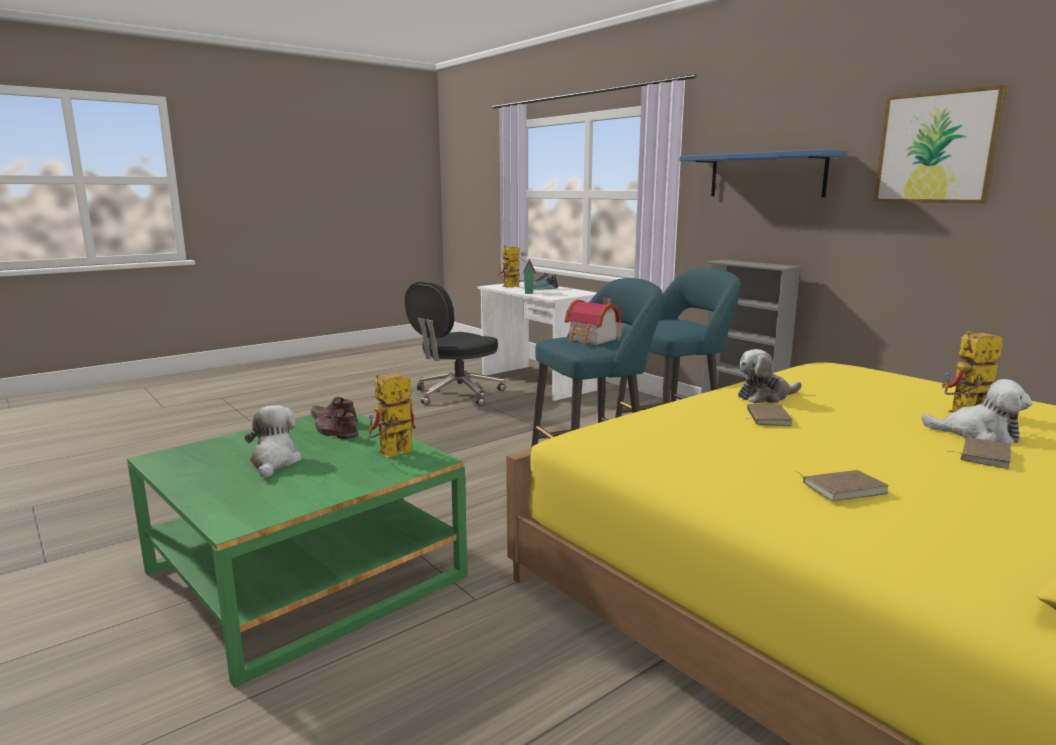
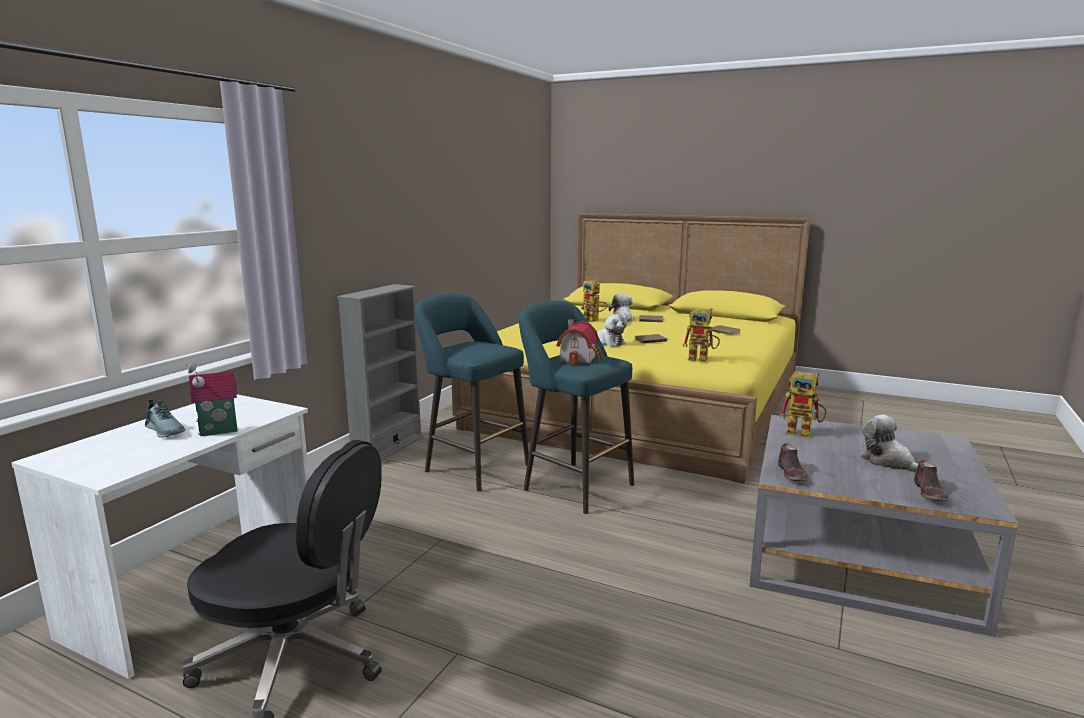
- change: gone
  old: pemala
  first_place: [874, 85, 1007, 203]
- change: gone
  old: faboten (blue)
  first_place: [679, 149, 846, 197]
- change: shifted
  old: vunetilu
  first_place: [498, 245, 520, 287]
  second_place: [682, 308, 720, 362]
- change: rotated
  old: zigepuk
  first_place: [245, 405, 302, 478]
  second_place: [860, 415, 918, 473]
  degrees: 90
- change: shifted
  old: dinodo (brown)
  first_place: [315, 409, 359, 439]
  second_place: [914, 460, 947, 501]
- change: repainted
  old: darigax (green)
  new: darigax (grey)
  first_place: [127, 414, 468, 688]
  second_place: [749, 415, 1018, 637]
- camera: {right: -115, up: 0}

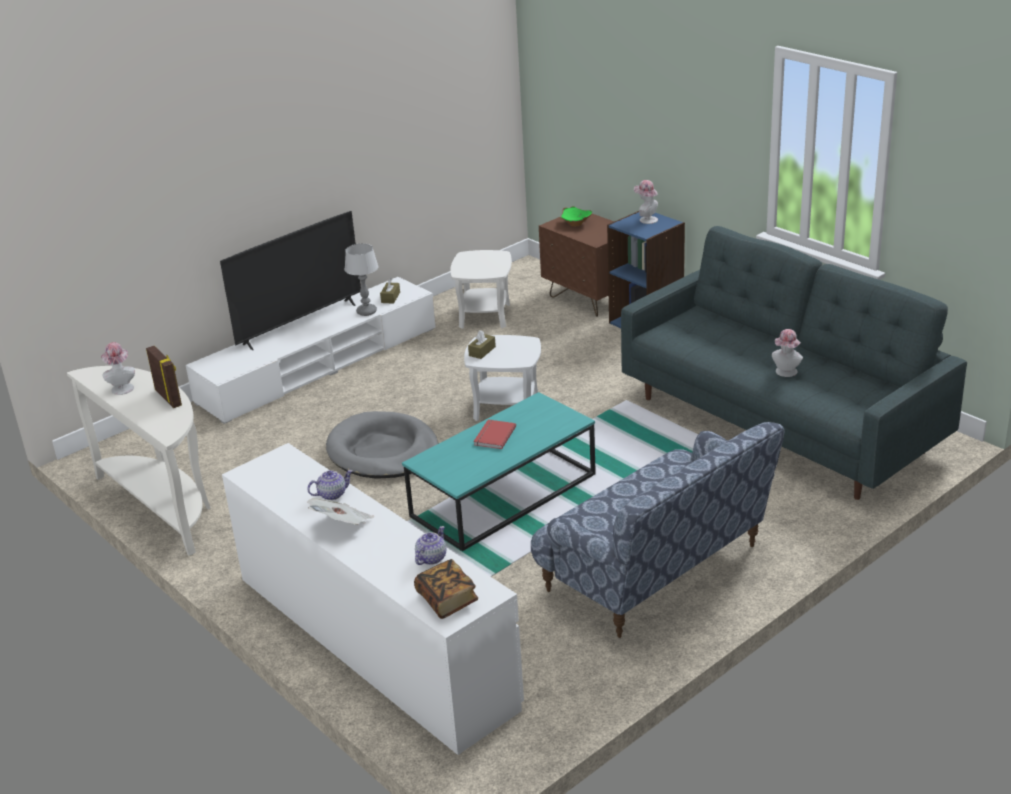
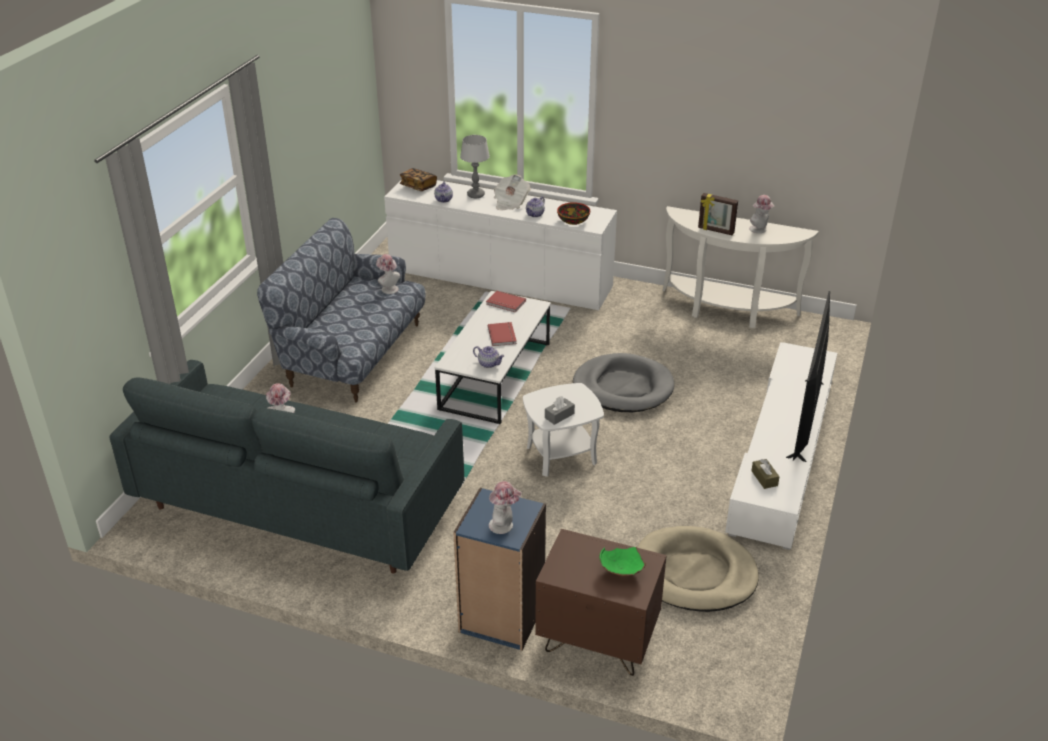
- change: shifted
  old: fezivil
  first_place: [345, 243, 378, 316]
  second_place: [460, 135, 490, 198]
- change: swapped
  old: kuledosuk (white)
  new: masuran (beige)
  first_place: [450, 250, 512, 329]
  second_place: [637, 526, 759, 612]
- change: gone
  old: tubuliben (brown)
  first_place: [468, 330, 496, 359]
- change: repainted
  old: darigax (turquoise)
  new: darigax (white)
  first_place: [402, 392, 596, 551]
  second_place: [435, 291, 551, 424]
- change: new
  new: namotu
  second_place: [557, 202, 590, 225]
- change: new
  new: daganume
  second_place: [376, 254, 400, 294]
- change: new
  new: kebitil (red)
  second_place: [486, 291, 526, 312]
- change: new
  new: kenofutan
  second_place: [473, 346, 504, 368]
- change: new
  new: tubuliben (grey)
  second_place: [545, 396, 575, 425]
- camera: {right: 150, up: 5}

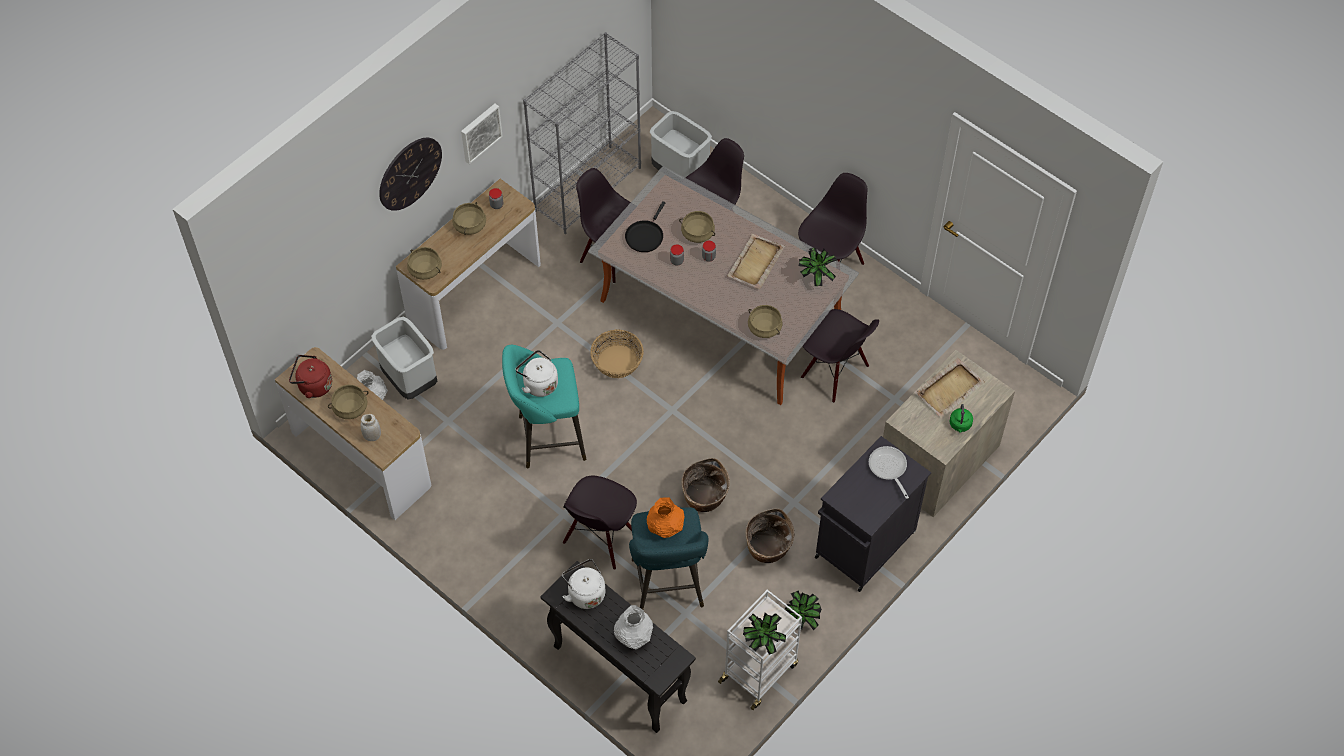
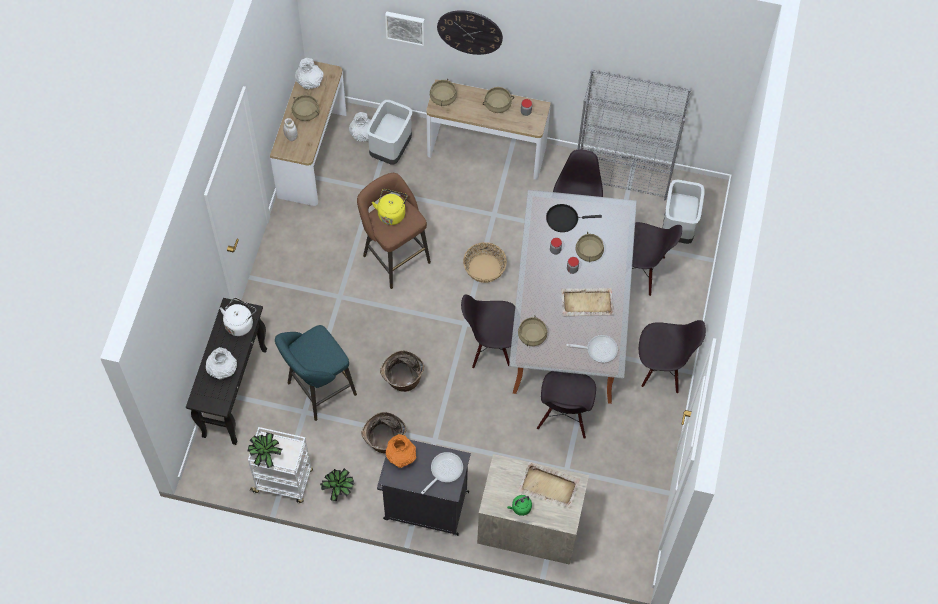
- change: shifted
  old: pemala
  first_place: [461, 104, 503, 164]
  second_place: [385, 11, 425, 46]
- change: swapped
  old: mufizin
  new: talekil
  first_place: [799, 248, 837, 286]
  second_place: [566, 335, 618, 363]
- change: repainted
  old: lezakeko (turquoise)
  new: lezakeko (brown)
  first_place: [502, 345, 586, 468]
  second_place: [357, 173, 431, 289]
- change: repainted
  old: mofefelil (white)
  new: mofefelil (yellow)
  first_place: [515, 350, 558, 397]
  second_place: [372, 189, 408, 225]
- change: swapped
  old: mofefelil (red)
  new: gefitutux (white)
  first_place: [289, 355, 332, 398]
  second_place: [295, 58, 324, 89]
- change: shifted
  old: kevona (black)
  first_place: [563, 476, 637, 570]
  second_place: [461, 294, 515, 368]
- change: shifted
  old: gefitutux (orange)
  first_place: [647, 497, 685, 538]
  second_place: [386, 434, 416, 468]
- camera: {right: 60, up: 5}

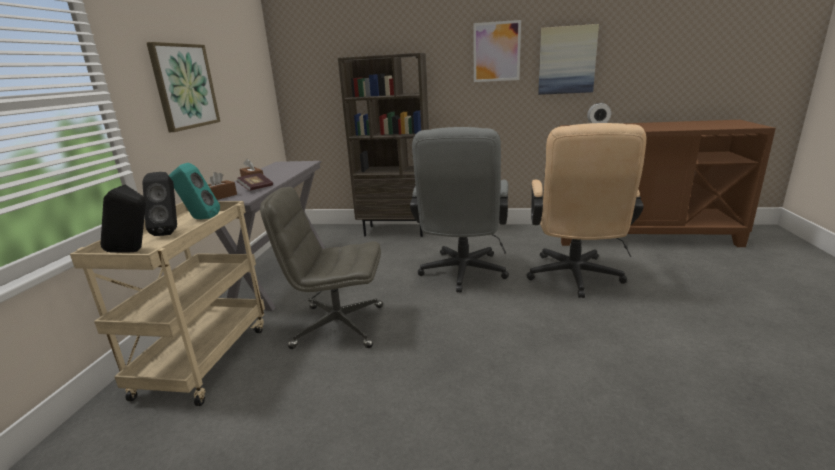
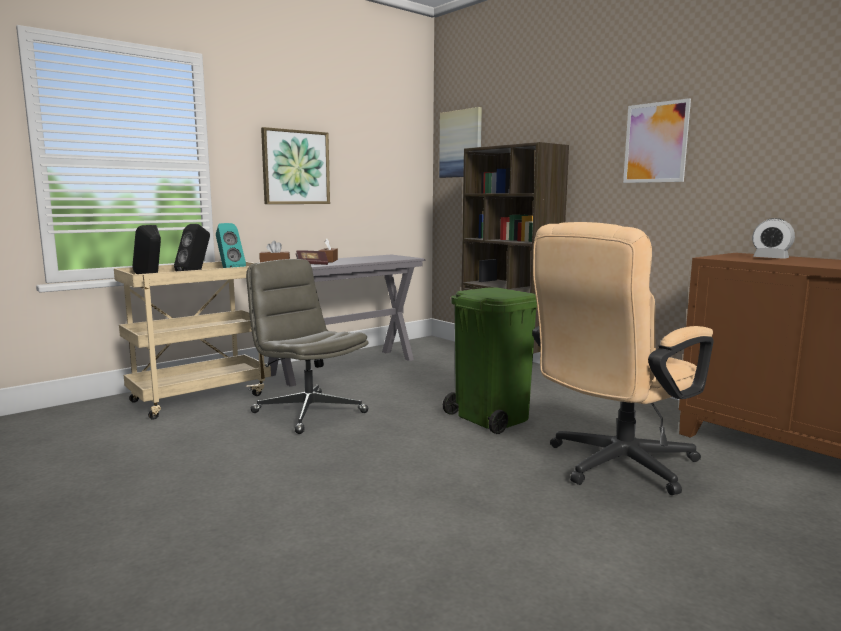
- change: shifted
  old: pemala
  first_place: [538, 24, 599, 95]
  second_place: [439, 107, 482, 178]
- change: swapped
  old: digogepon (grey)
  new: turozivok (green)
  first_place: [410, 127, 509, 293]
  second_place: [443, 287, 537, 434]
- camera: {right: 40, up: -10}

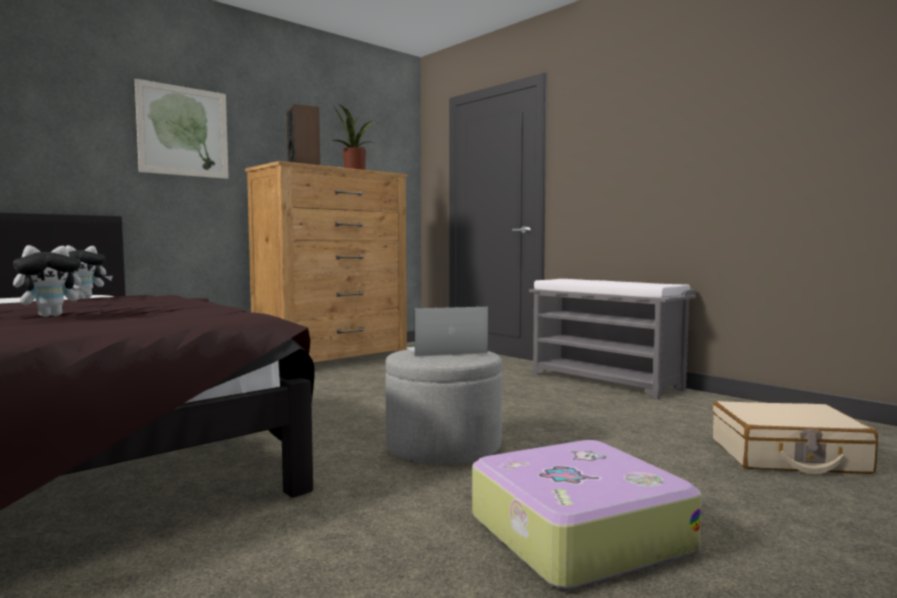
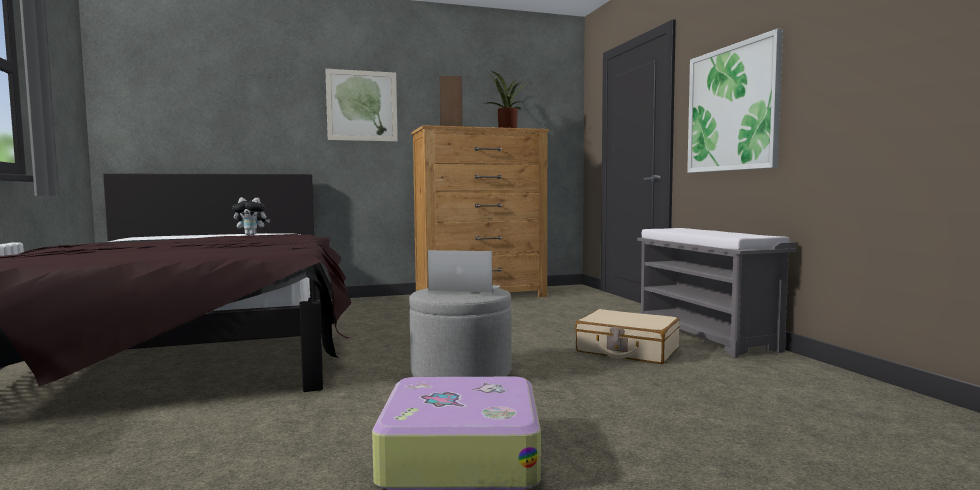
- change: gone
  old: zigepuk
  first_place: [13, 245, 90, 317]
- change: shifted
  old: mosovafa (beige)
  first_place: [713, 401, 878, 474]
  second_place: [575, 309, 680, 364]
- change: new
  new: pemala
  second_place: [687, 29, 783, 173]
- camera: {right: 25, up: 0}

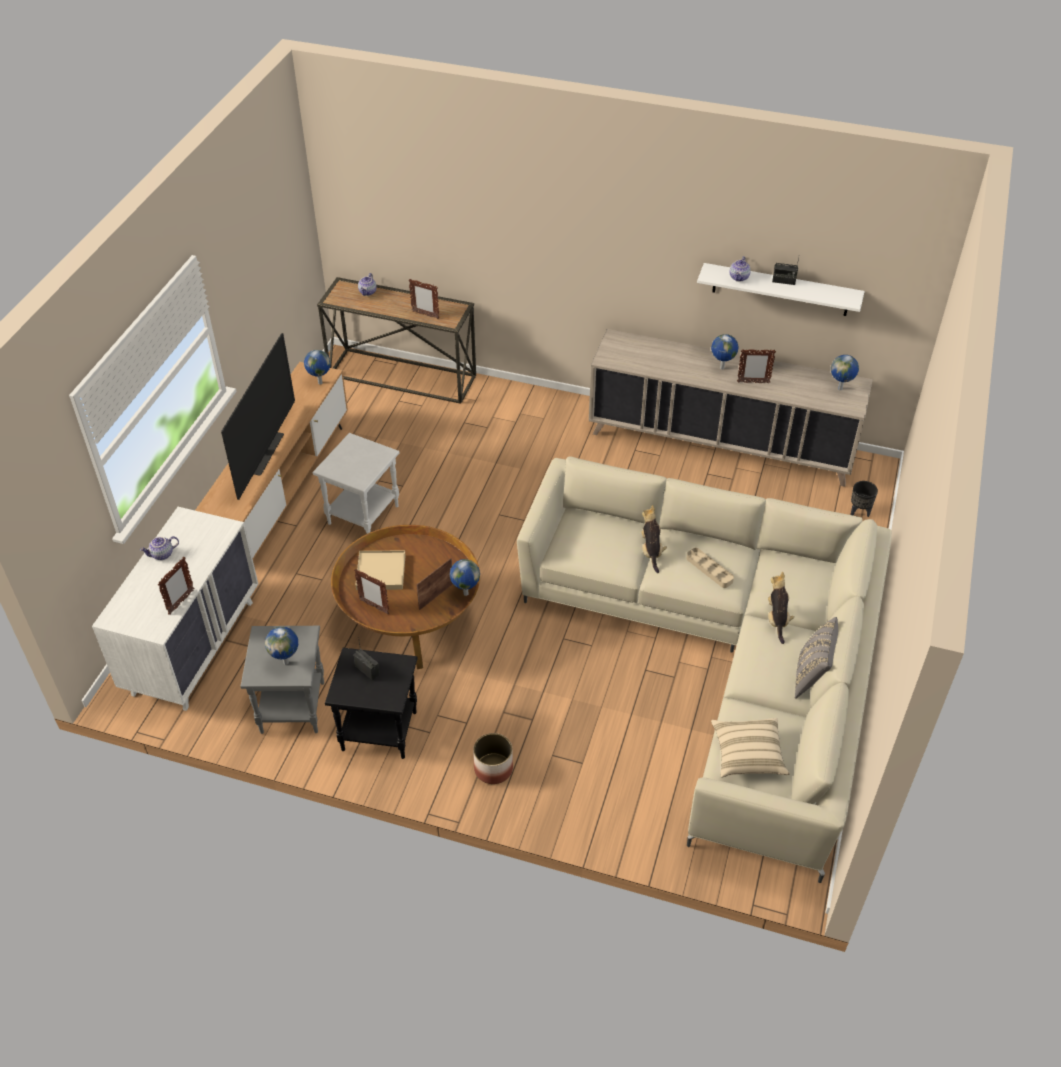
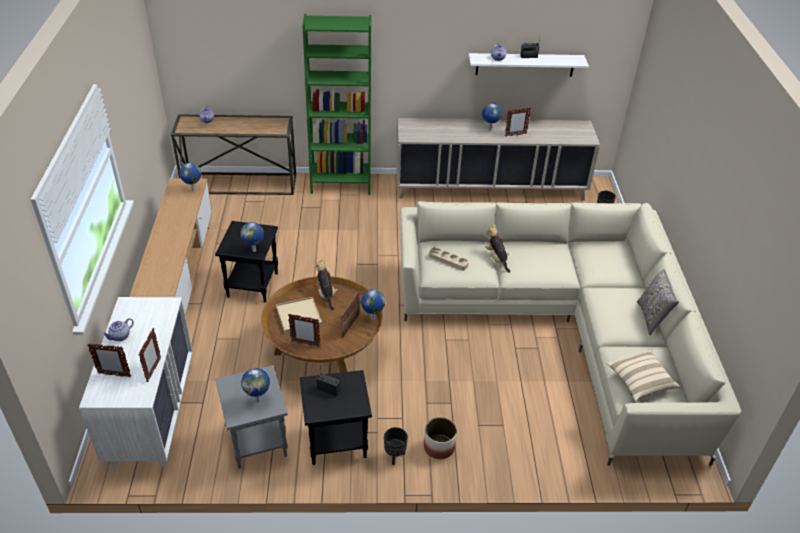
- change: shifted
  old: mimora
  first_place: [408, 279, 439, 319]
  second_place: [87, 343, 131, 377]
- change: gone
  old: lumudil
  first_place: [221, 333, 295, 500]
- change: shifted
  old: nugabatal
  first_place: [831, 355, 859, 390]
  second_place: [240, 222, 264, 252]
- change: repainted
  old: kuledosuk (white)
  new: kuledosuk (black)
  first_place: [313, 433, 400, 534]
  second_place: [215, 221, 278, 302]
- change: shifted
  old: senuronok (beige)
  first_place: [687, 548, 734, 588]
  second_place: [429, 247, 469, 271]
- change: shifted
  old: zigepuk
  first_place: [768, 572, 794, 644]
  second_place: [315, 257, 338, 310]
- change: new
  new: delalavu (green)
  second_place: [302, 14, 372, 195]
- change: new
  new: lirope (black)
  second_place: [384, 427, 408, 465]
- camera: {right: -20, up: -5}

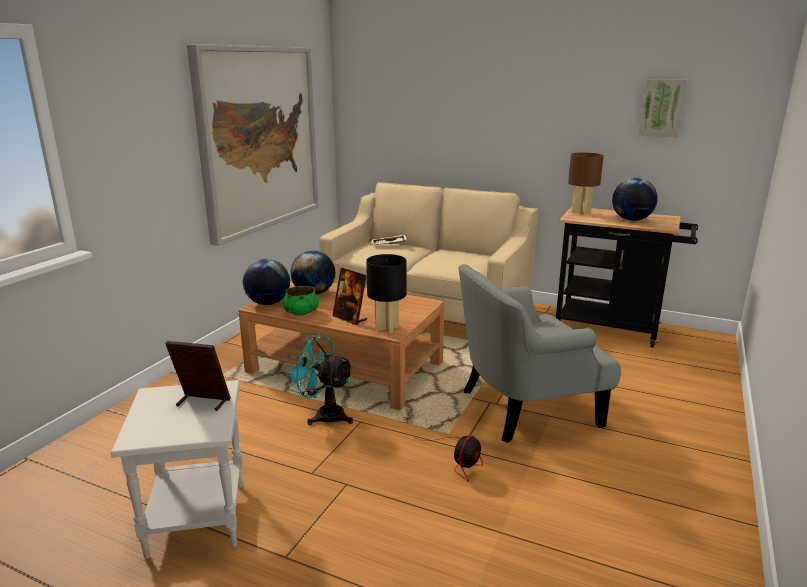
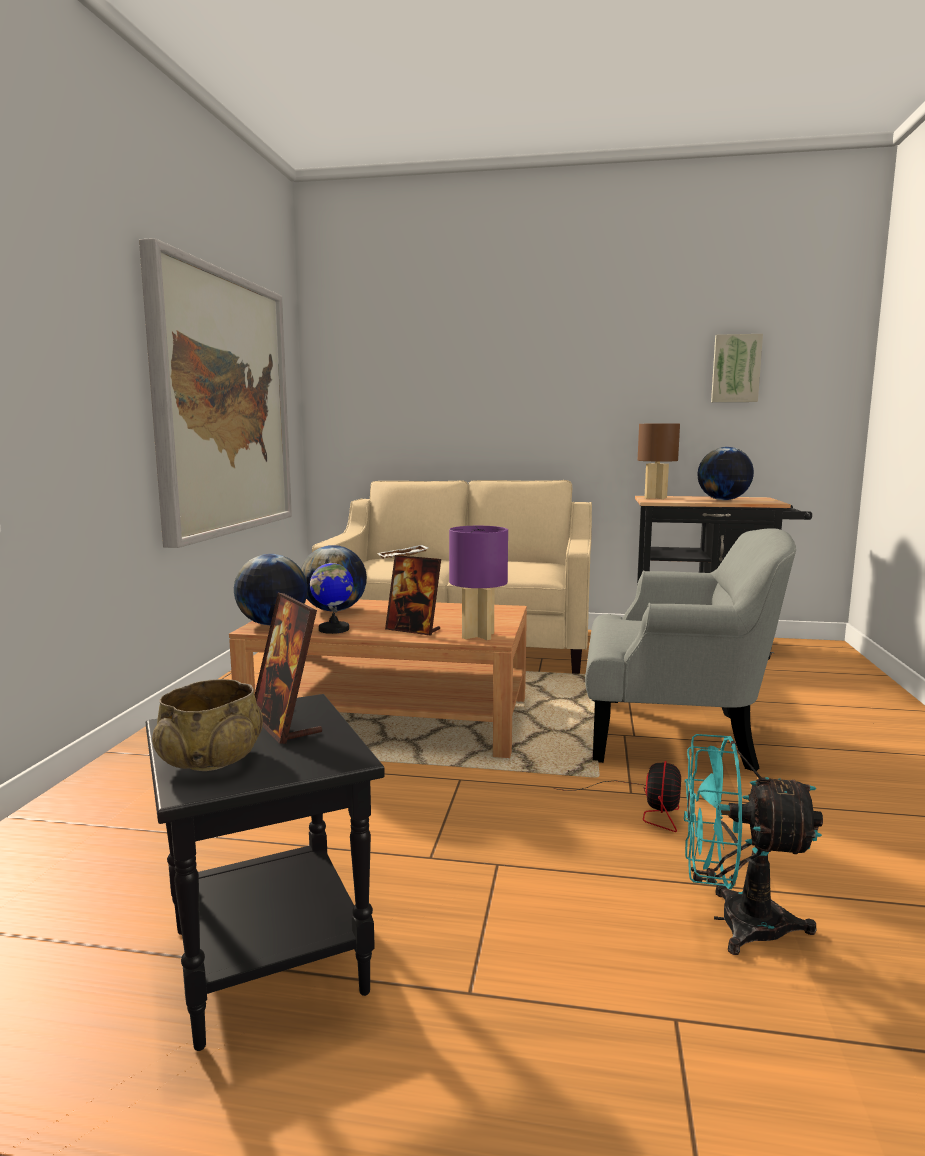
- change: repainted
  old: fezivil (black)
  new: fezivil (purple)
  first_place: [366, 254, 407, 334]
  second_place: [449, 526, 508, 640]
- change: rotated
  old: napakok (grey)
  first_place: [458, 264, 621, 443]
  second_place: [585, 528, 796, 771]
  degrees: -135
- change: swapped
  old: namotu (green)
  new: nugabatal
  first_place: [282, 286, 319, 316]
  second_place: [310, 556, 353, 634]
- change: shifted
  old: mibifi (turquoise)
  first_place: [285, 332, 353, 425]
  second_place: [684, 734, 823, 955]
- change: rotated
  old: mimora
  first_place: [165, 341, 231, 411]
  second_place: [255, 593, 322, 744]
  degrees: -120
- change: repainted
  old: kuledosuk (white)
  new: kuledosuk (black)
  first_place: [111, 380, 243, 559]
  second_place: [146, 694, 385, 1051]
- change: new
  new: namotu (beige)
  second_place: [152, 679, 263, 771]
- camera: {right: -15, up: -10}

